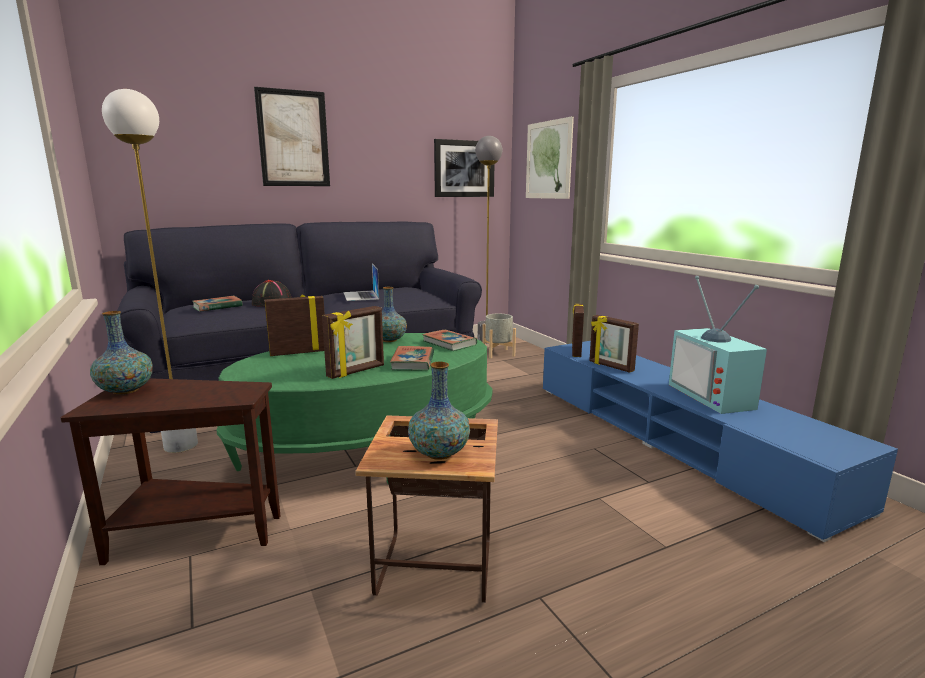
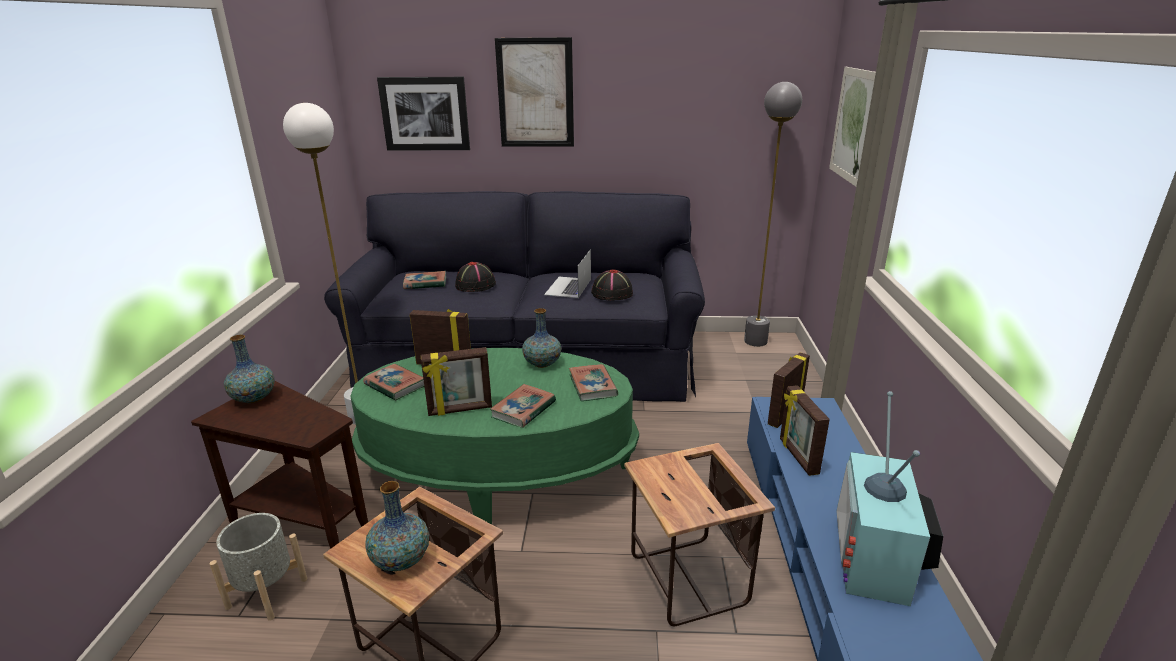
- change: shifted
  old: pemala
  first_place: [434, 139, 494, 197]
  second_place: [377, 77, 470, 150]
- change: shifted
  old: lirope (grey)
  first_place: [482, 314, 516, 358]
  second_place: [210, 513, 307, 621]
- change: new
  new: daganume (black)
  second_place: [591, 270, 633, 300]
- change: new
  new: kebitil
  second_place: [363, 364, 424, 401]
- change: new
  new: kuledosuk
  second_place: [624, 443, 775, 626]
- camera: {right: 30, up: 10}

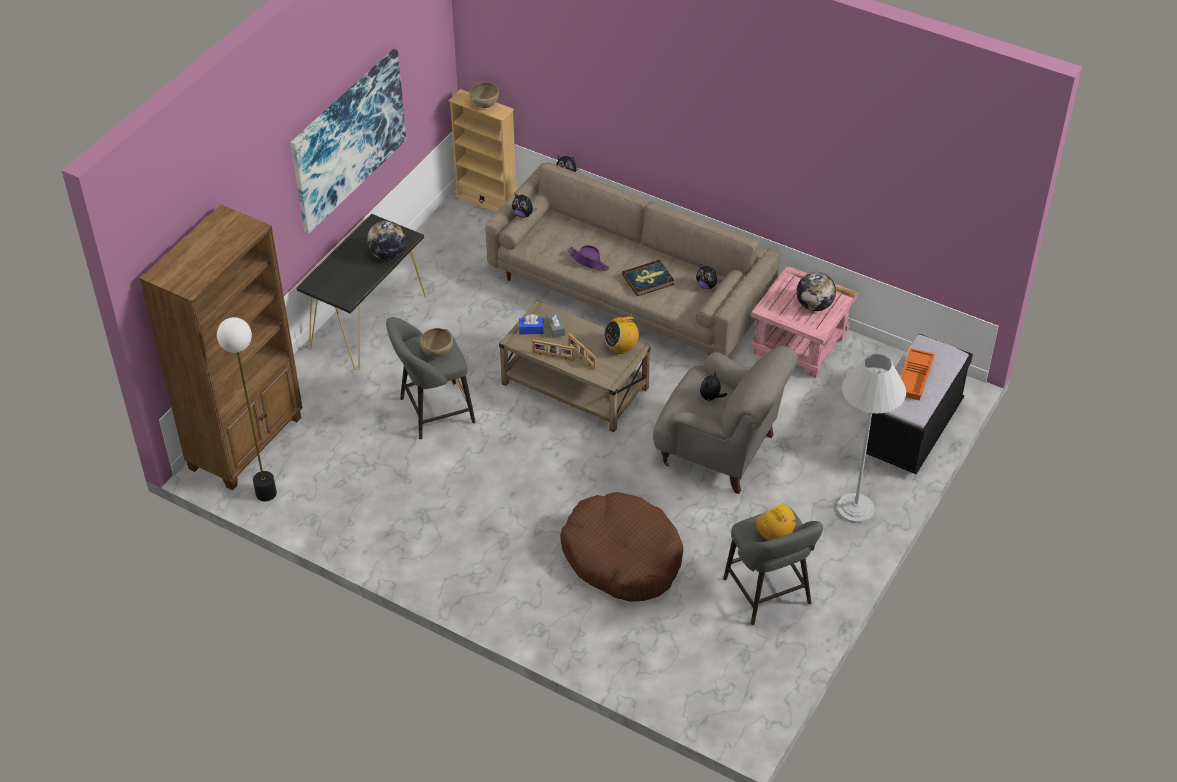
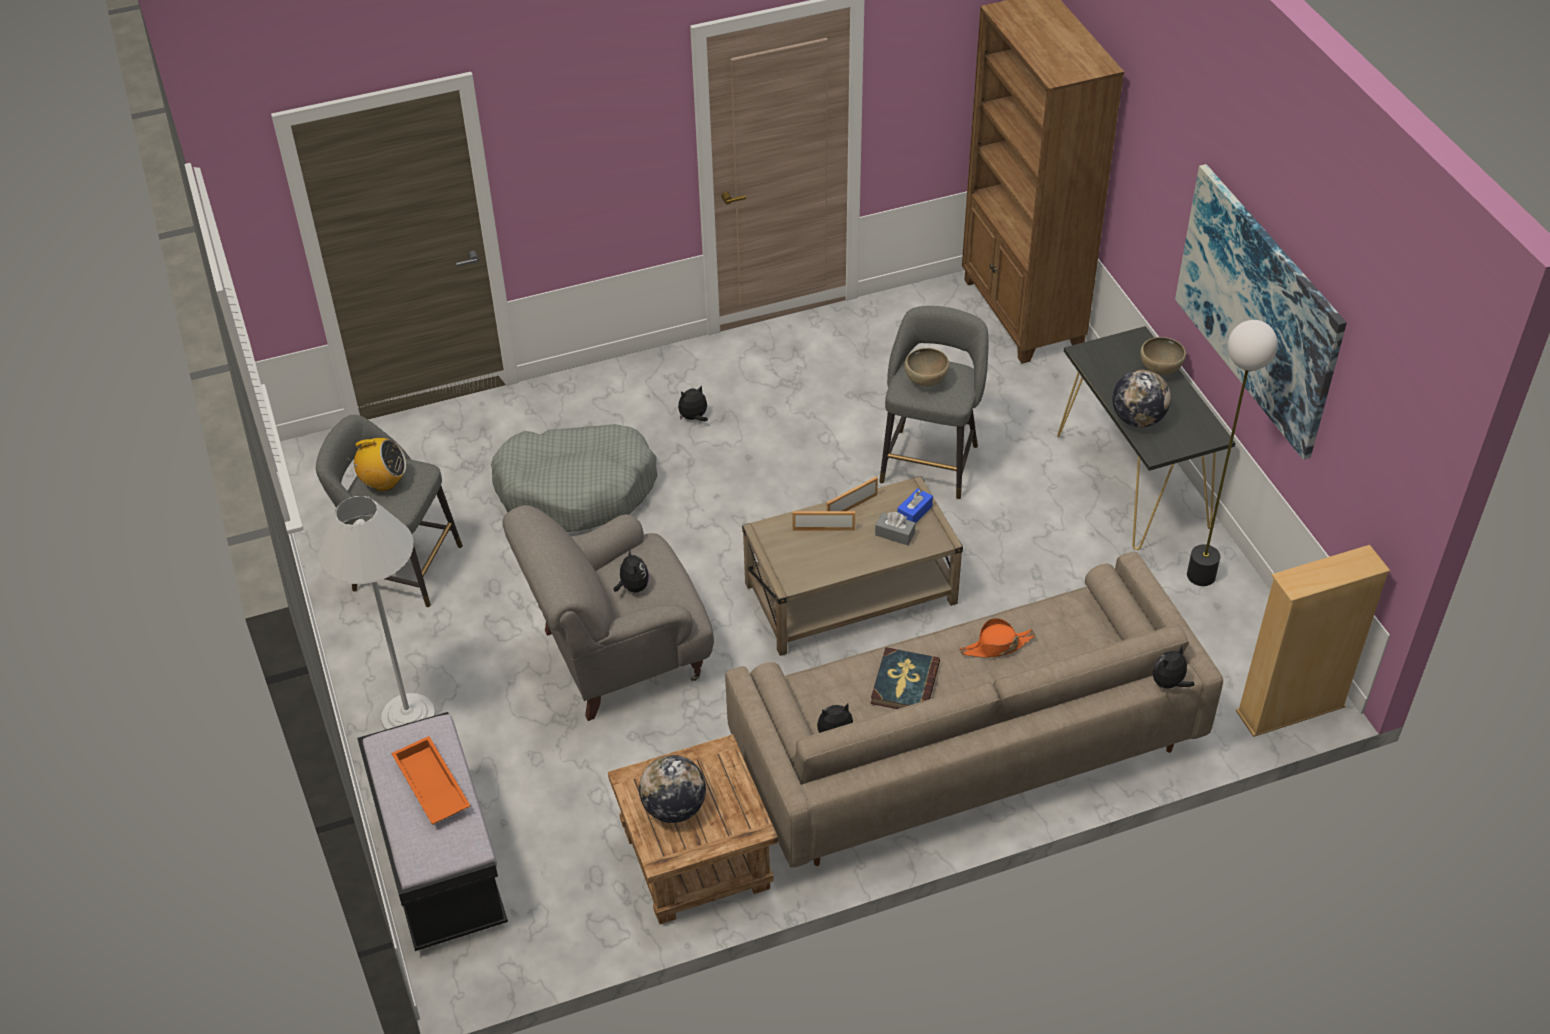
- change: shifted
  old: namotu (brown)
  first_place: [469, 83, 499, 108]
  second_place: [1140, 337, 1186, 375]
- change: shifted
  old: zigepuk
  first_place: [512, 193, 537, 218]
  second_place: [678, 385, 708, 421]
- change: repainted
  old: daganume (purple)
  new: daganume (orange)
  first_place: [568, 245, 610, 271]
  second_place: [959, 618, 1035, 658]
- change: repainted
  old: kuledosuk (pink)
  new: kuledosuk (brown)
  first_place: [751, 266, 858, 378]
  second_place: [608, 734, 778, 924]
- change: gone
  old: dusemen
  first_place: [604, 313, 639, 354]
- change: shifted
  old: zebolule
  first_place: [217, 317, 277, 501]
  second_place: [1187, 320, 1278, 586]
- change: repainted
  old: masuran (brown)
  new: masuran (grey)
  first_place: [560, 492, 683, 602]
  second_place: [491, 424, 658, 532]
- camera: {right: 130, up: 0}

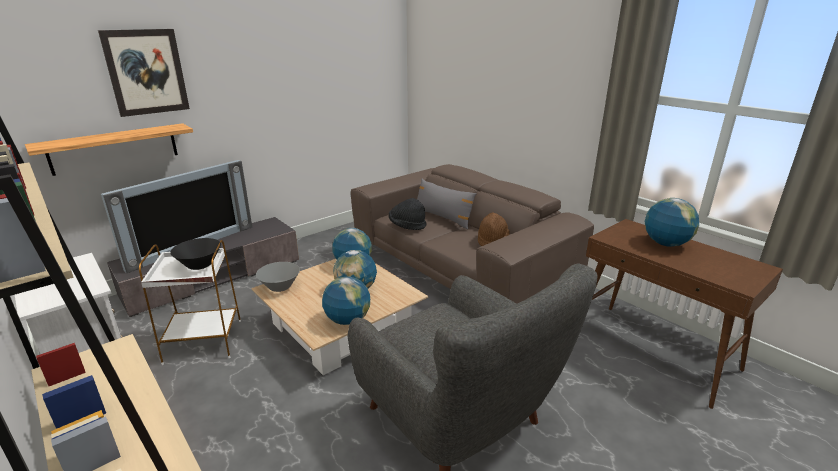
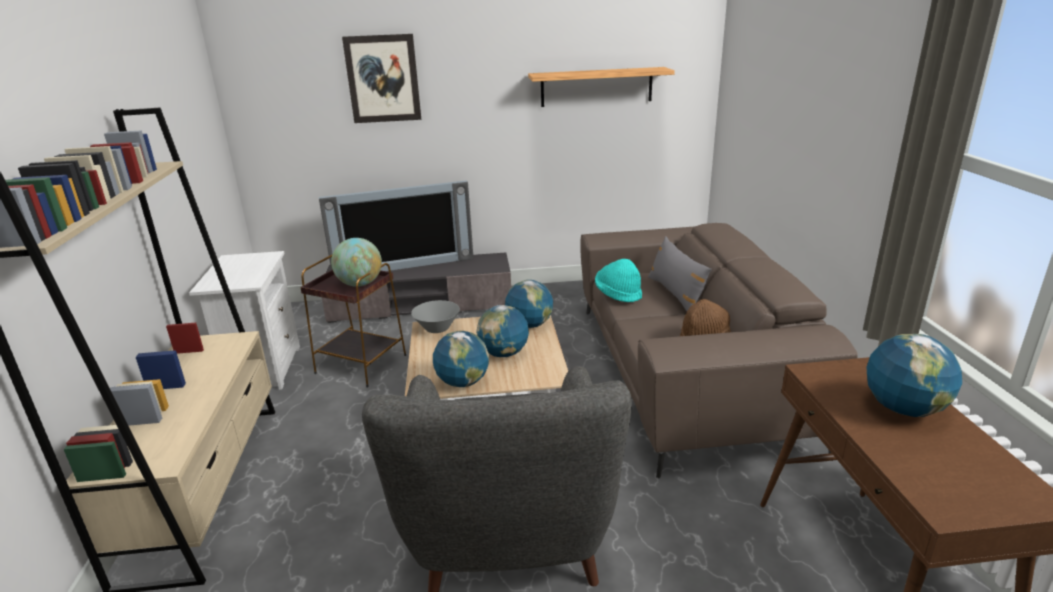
- change: shifted
  old: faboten
  first_place: [25, 123, 193, 176]
  second_place: [528, 67, 675, 107]
- change: repainted
  old: daganume (black)
  new: daganume (turquoise)
  first_place: [389, 198, 427, 230]
  second_place: [595, 259, 642, 302]
- change: swapped
  old: namotu (black)
  new: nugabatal
  first_place: [170, 238, 221, 270]
  second_place: [331, 238, 382, 287]
- change: repainted
  old: kuledosuk (white)
  new: kuledosuk (brown)
  first_place: [139, 240, 241, 365]
  second_place: [300, 255, 406, 388]
- camera: {right: 35, up: 0}

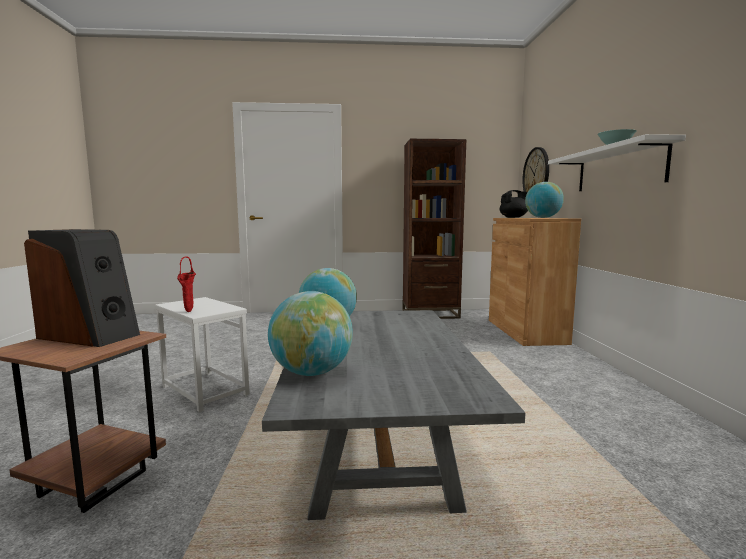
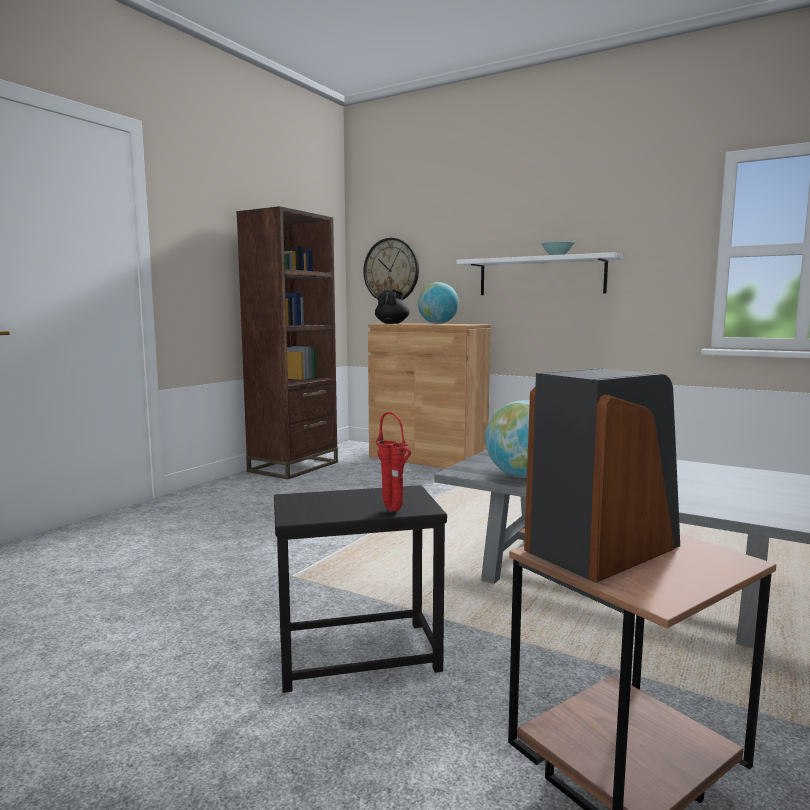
- change: gone
  old: nugabatal
  first_place: [268, 291, 353, 376]
- change: repainted
  old: kuledosuk (white)
  new: kuledosuk (black)
  first_place: [155, 297, 250, 412]
  second_place: [274, 485, 447, 693]
- camera: {right: -55, up: 0}

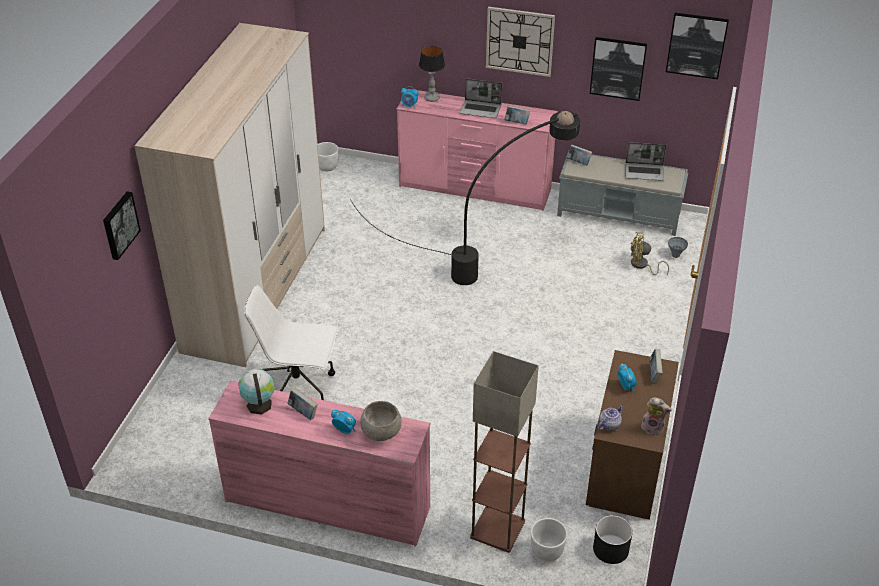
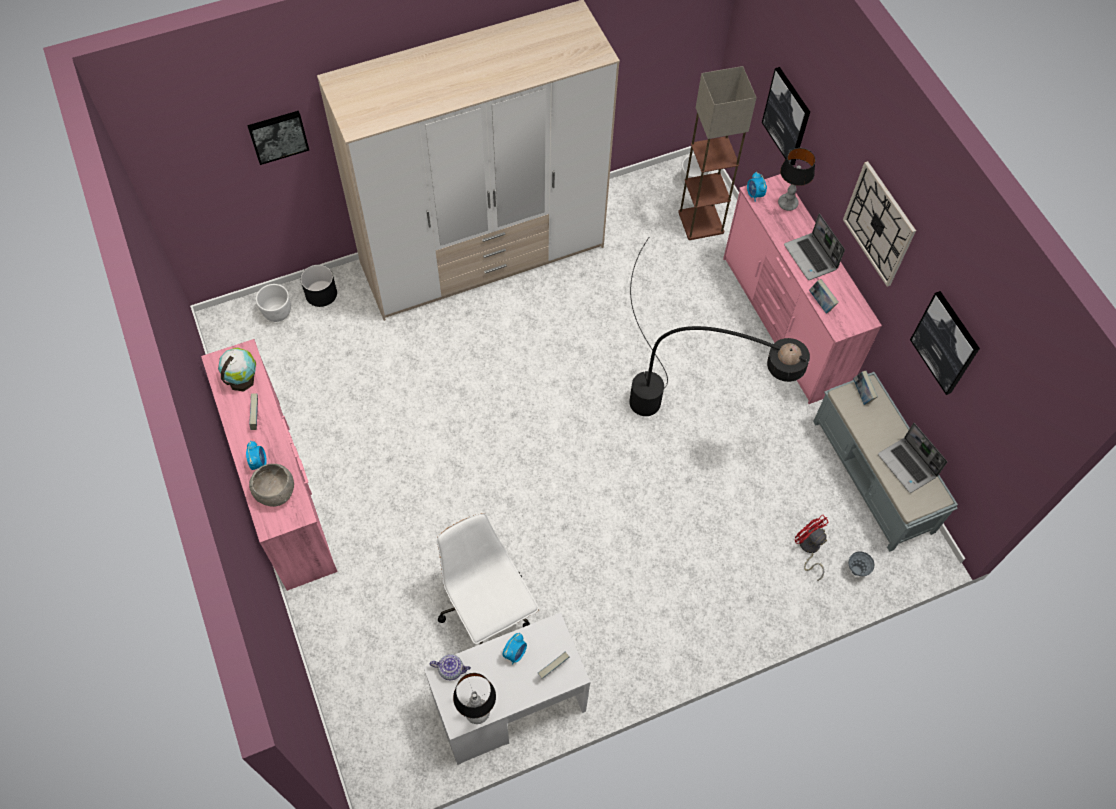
- change: shifted
  old: pemala
  first_place: [666, 13, 729, 79]
  second_place: [762, 67, 810, 166]
- change: repainted
  old: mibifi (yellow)
  new: mibifi (red)
  first_place: [631, 232, 669, 275]
  second_place: [795, 514, 828, 581]
- change: shifted
  old: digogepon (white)
  first_place: [244, 285, 339, 400]
  second_place: [437, 513, 539, 644]
- change: repainted
  old: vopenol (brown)
  new: vopenol (white)
  first_place: [586, 350, 679, 520]
  second_place: [423, 612, 591, 765]
- change: shifted
  old: zebolule
  first_place: [470, 351, 539, 553]
  second_place: [678, 66, 757, 240]
- change: swapped
  old: zigepuk
  new: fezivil
  first_place: [641, 397, 672, 436]
  second_place: [453, 673, 496, 724]
- change: shifted
  old: lirope (black)
  first_place: [593, 515, 633, 564]
  second_place: [300, 265, 337, 307]
- change: shifted
  old: lirope (white)
  first_place: [531, 518, 567, 562]
  second_place: [256, 284, 291, 322]
- camera: {right: 50, up: 20}

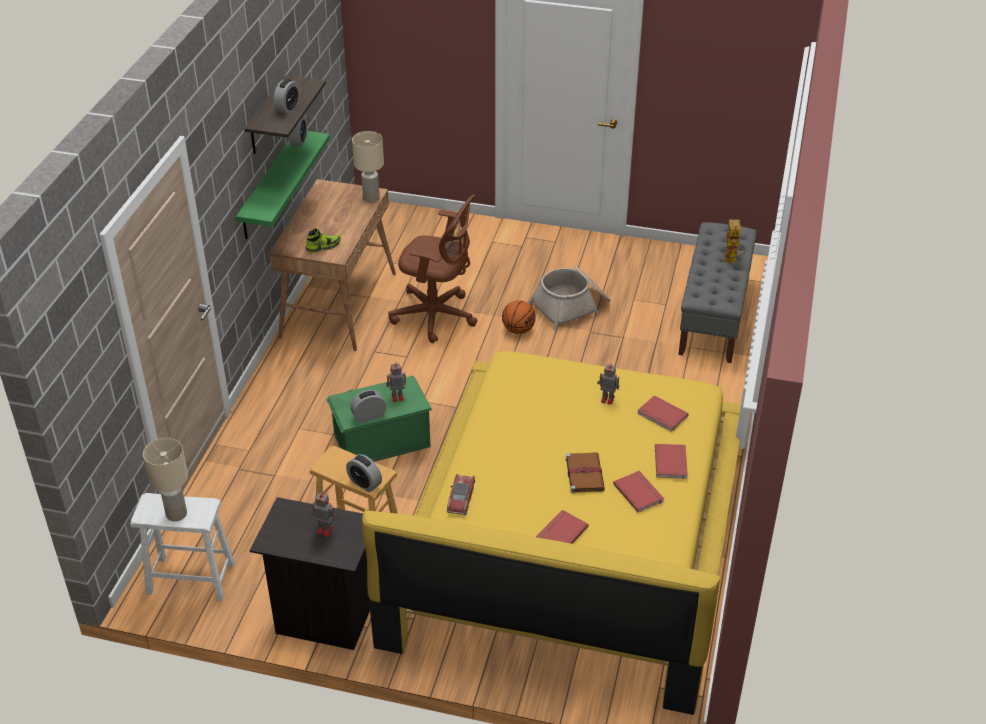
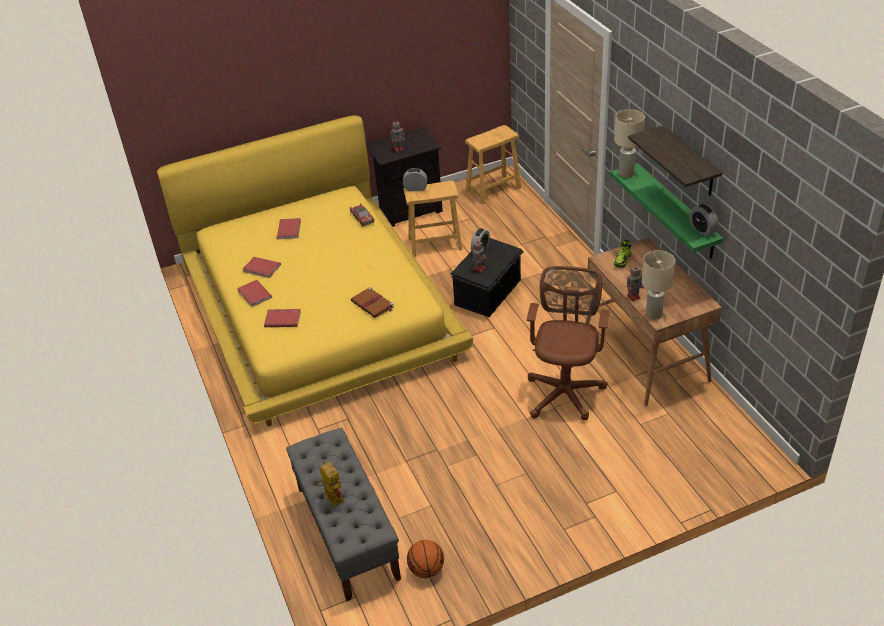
- change: gone
  old: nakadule
  first_place: [273, 79, 301, 114]
- change: rotated
  old: digogepon (brown)
  first_place: [388, 194, 478, 343]
  second_place: [527, 266, 610, 420]
  degrees: 120
- change: gone
  old: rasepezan
  first_place: [529, 265, 611, 331]
- change: shifted
  old: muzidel
  first_place: [502, 300, 536, 334]
  second_place: [407, 540, 444, 578]
- change: shifted
  old: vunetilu
  first_place: [597, 363, 619, 405]
  second_place: [627, 264, 644, 301]
- change: repainted
  old: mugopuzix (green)
  new: mugopuzix (black)
  first_place: [327, 376, 432, 462]
  second_place: [451, 238, 524, 317]
- change: shifted
  old: fezivil (beige)
  first_place: [143, 438, 188, 521]
  second_place: [614, 109, 645, 178]
- change: shifted
  old: kebitil (brown)
  first_place: [565, 452, 605, 493]
  second_place: [351, 287, 394, 318]
- change: repainted
  old: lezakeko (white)
  new: lezakeko (brown)
  first_place: [130, 493, 235, 601]
  second_place: [465, 125, 521, 204]
- camera: {right: 145, up: 0}

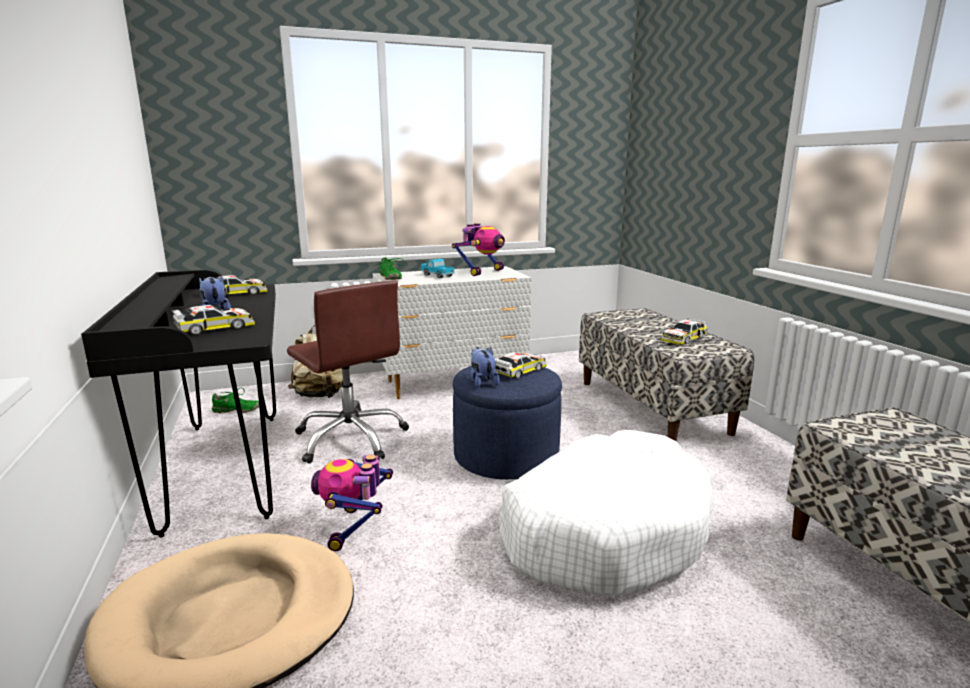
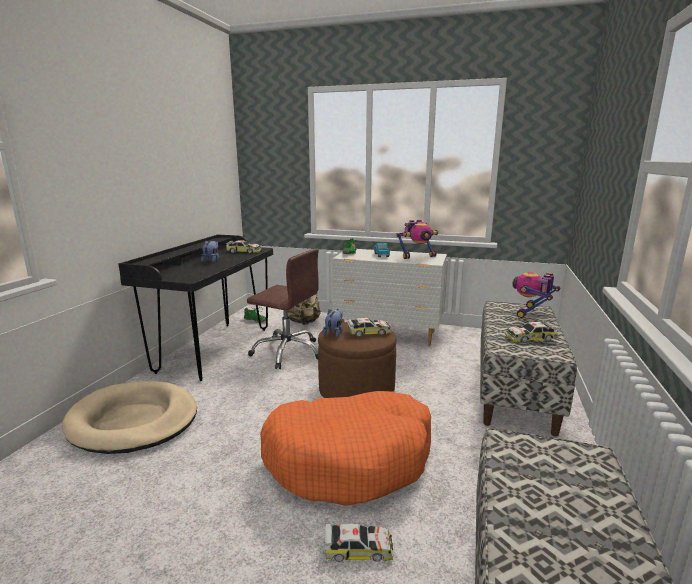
- change: rotated
  old: digogepon (brown)
  first_place: [287, 281, 409, 464]
  second_place: [247, 248, 319, 369]
  degrees: -60
- change: shifted
  old: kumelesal
  first_place: [172, 305, 255, 335]
  second_place: [324, 523, 393, 562]
- change: repainted
  old: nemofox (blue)
  new: nemofox (brown)
  first_place: [453, 366, 562, 480]
  second_place: [318, 322, 397, 398]
- change: repainted
  old: masuran (white)
  new: masuran (orange)
  first_place: [500, 430, 714, 596]
  second_place: [260, 391, 431, 506]
- change: shifted
  old: vunetilu
  first_place: [311, 454, 393, 551]
  second_place: [513, 272, 560, 318]
- camera: {right: 35, up: 0}

